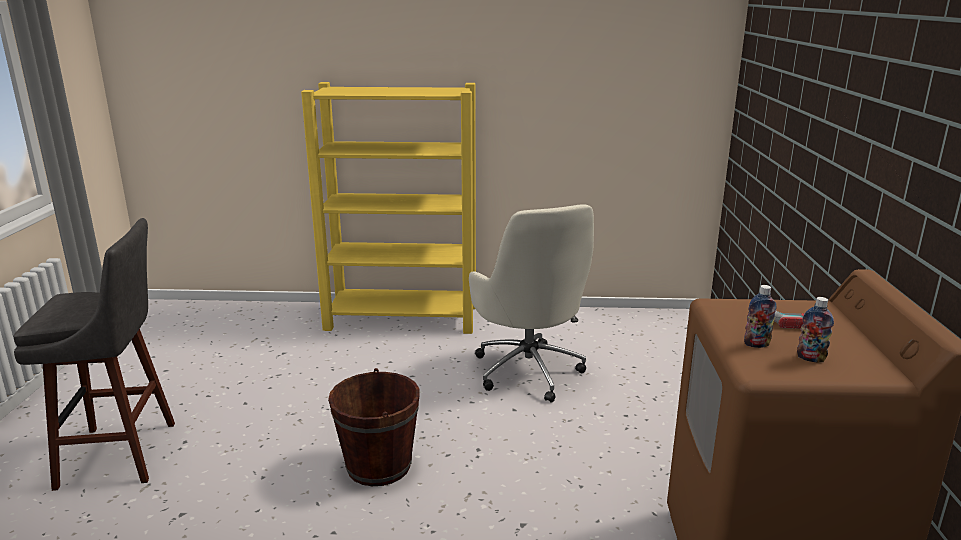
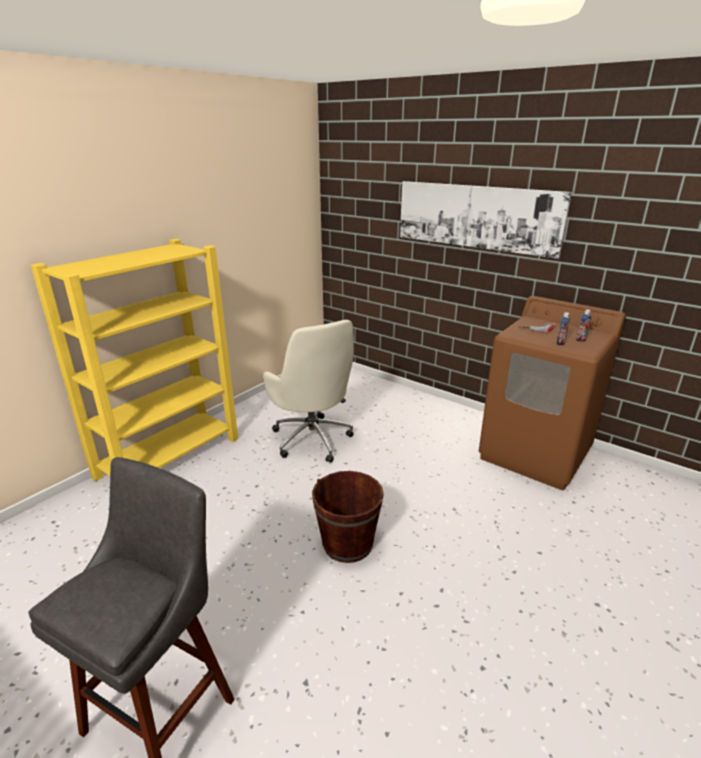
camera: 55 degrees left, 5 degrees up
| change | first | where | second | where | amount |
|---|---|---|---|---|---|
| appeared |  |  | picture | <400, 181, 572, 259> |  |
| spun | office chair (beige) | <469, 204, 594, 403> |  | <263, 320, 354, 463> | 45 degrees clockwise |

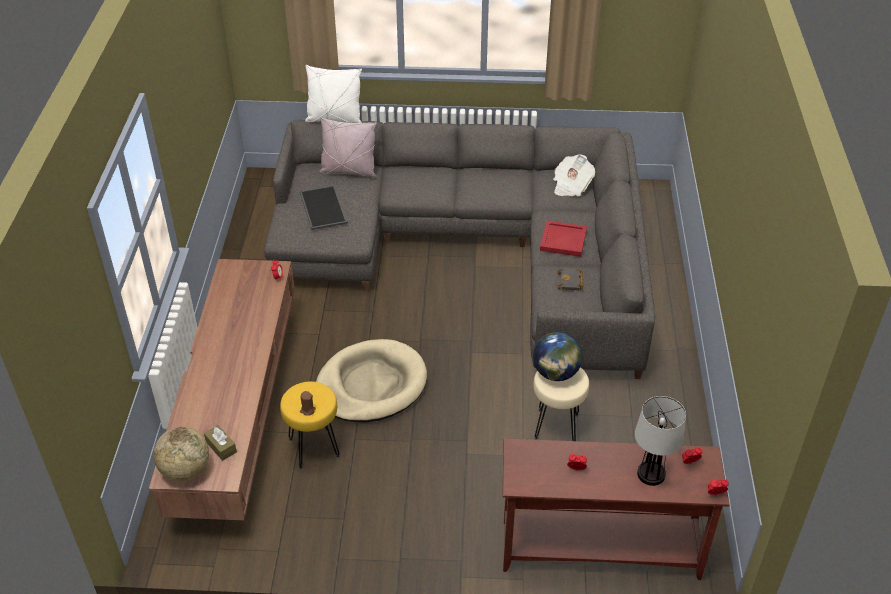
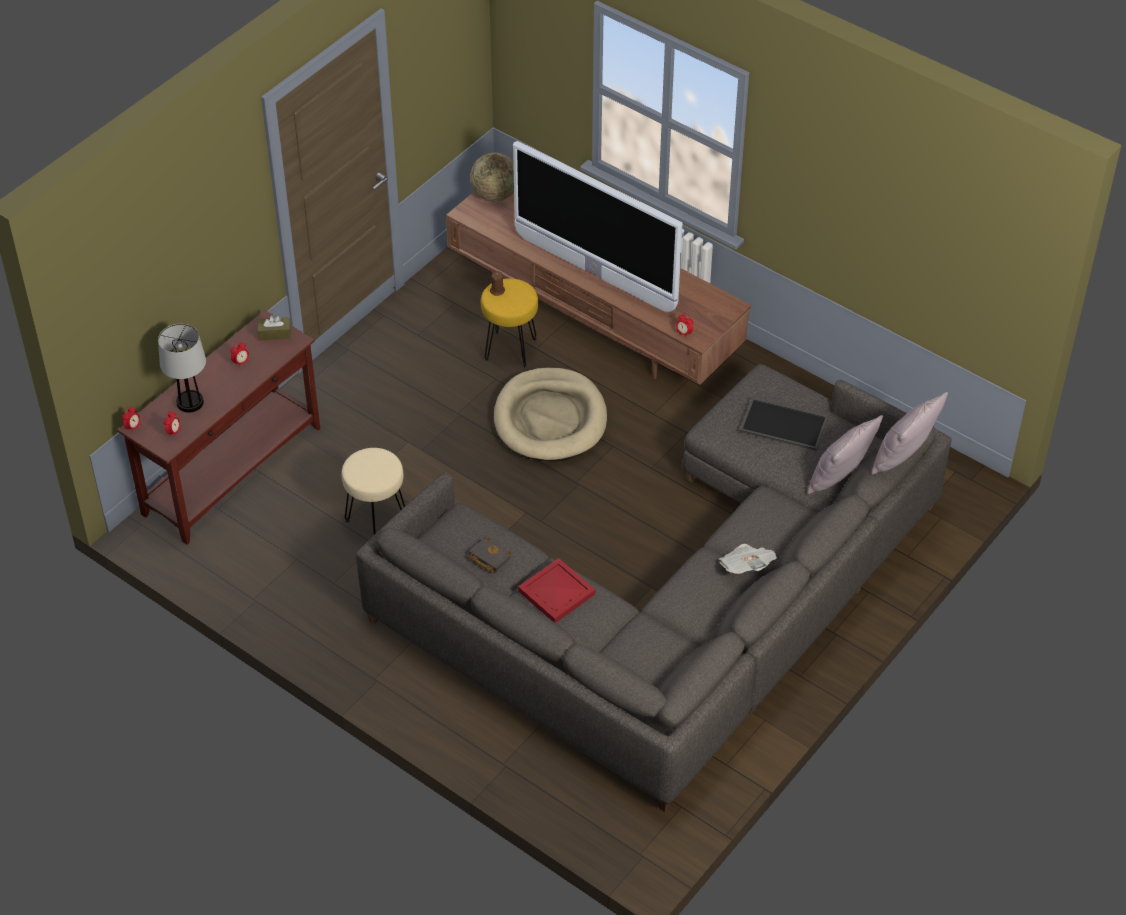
camera: 125 degrees right, 5 degrees up
| change | first | where | second | where | amount |
|---|---|---|---|---|---|
| missing | globe | <533, 332, 583, 381> |  |  |  |
| appeared |  |  | TV | <513, 141, 683, 312> |  |
| relocated | box of tissues (brownish) | <204, 425, 237, 461> |  | <258, 315, 291, 341> |  |
| relocated | printed paper | <553, 154, 595, 196> |  | <719, 544, 777, 574> |  |
| colour | cushion (white) | <305, 65, 362, 123> | cushion (purplish) | <872, 392, 948, 475> |  |

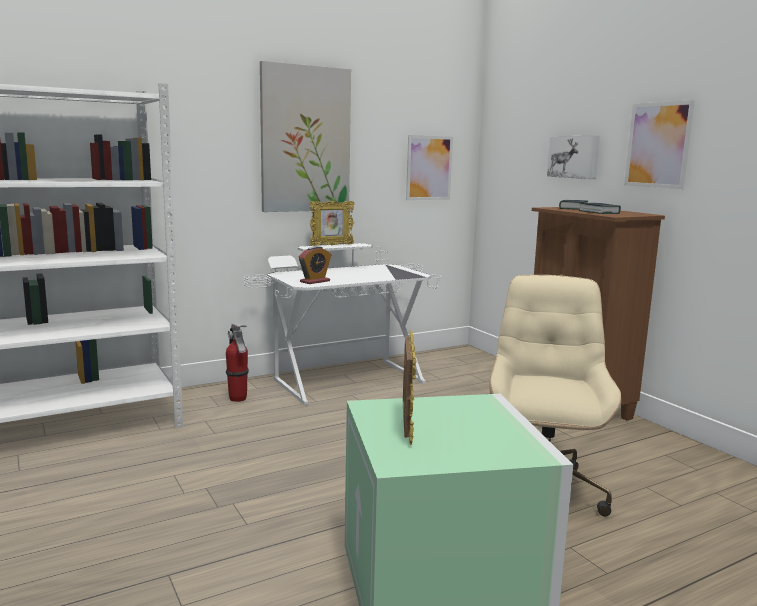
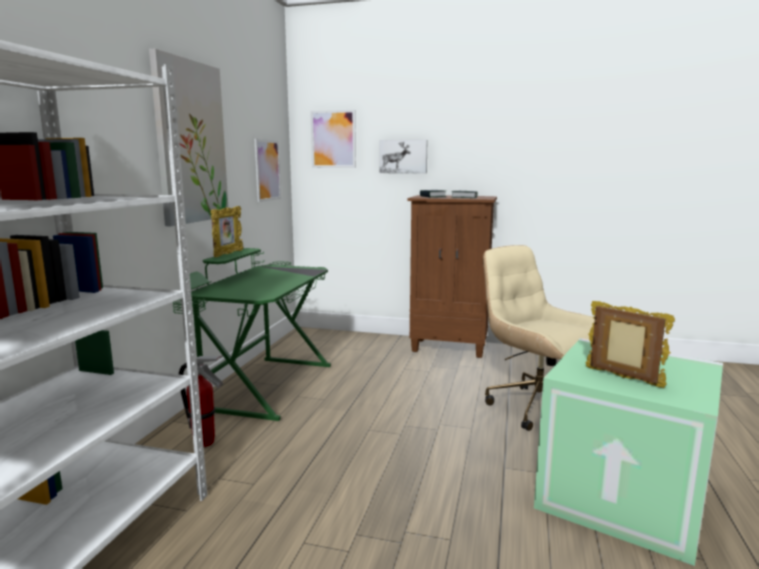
camera: 45 degrees left, 0 degrees up
| change | first | where | second | where | amount |
|---|---|---|---|---|---|
| missing | alarm clock | <299, 246, 331, 284> |  |  |  |
| relocated | picture | <624, 100, 695, 189> |  | <310, 110, 356, 168> |  |
| colour | desk table (white) | <244, 243, 441, 405> | desk table (green) | <172, 248, 331, 421> |  |

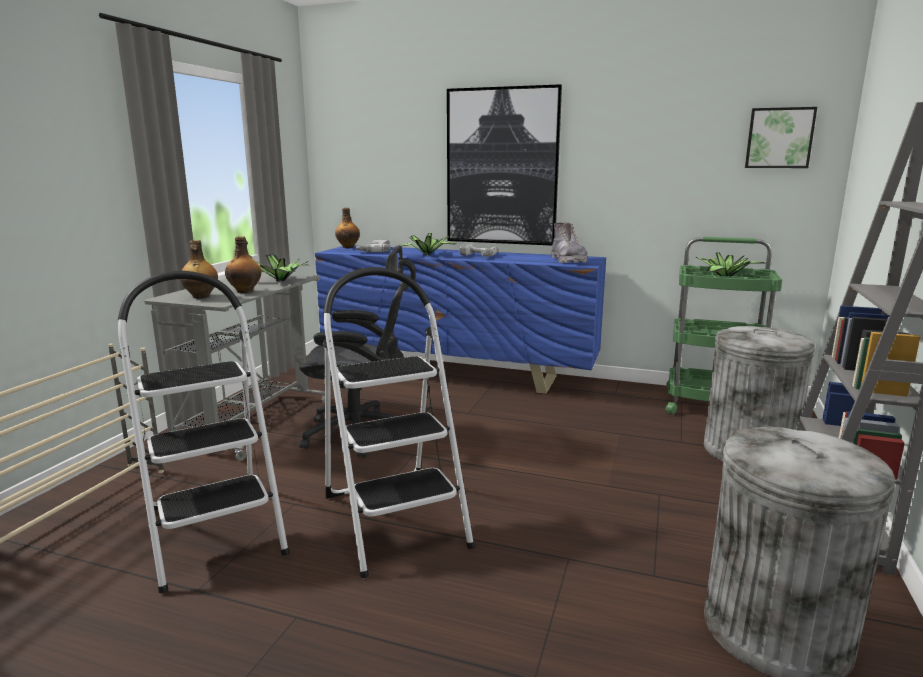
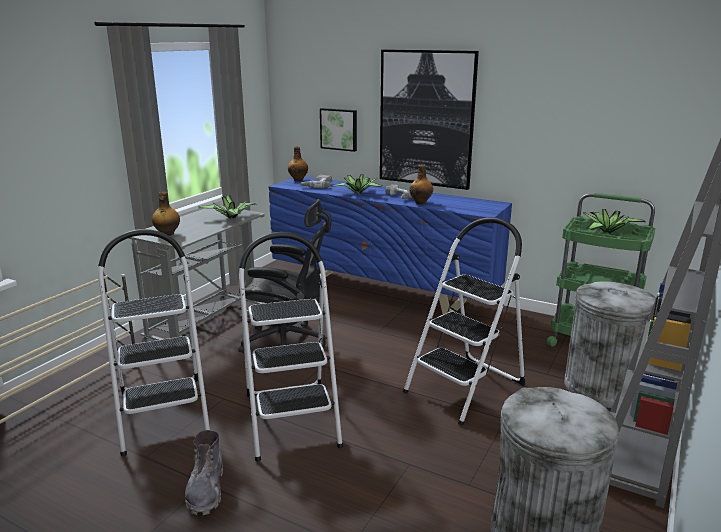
camera: 10 degrees right, 5 degrees up
| change | first | where | second | where | amount |
|---|---|---|---|---|---|
| appeared |  |  | step ladder | <403, 217, 525, 425> |  |
| relocated | bottle | <225, 236, 261, 293> |  | <409, 164, 433, 204> |  |
| relocated | high-top boot (greyish) | <551, 222, 587, 263> |  | <185, 430, 223, 515> |  |
| relocated | picture | <745, 107, 817, 168> |  | <320, 108, 357, 152> |  |

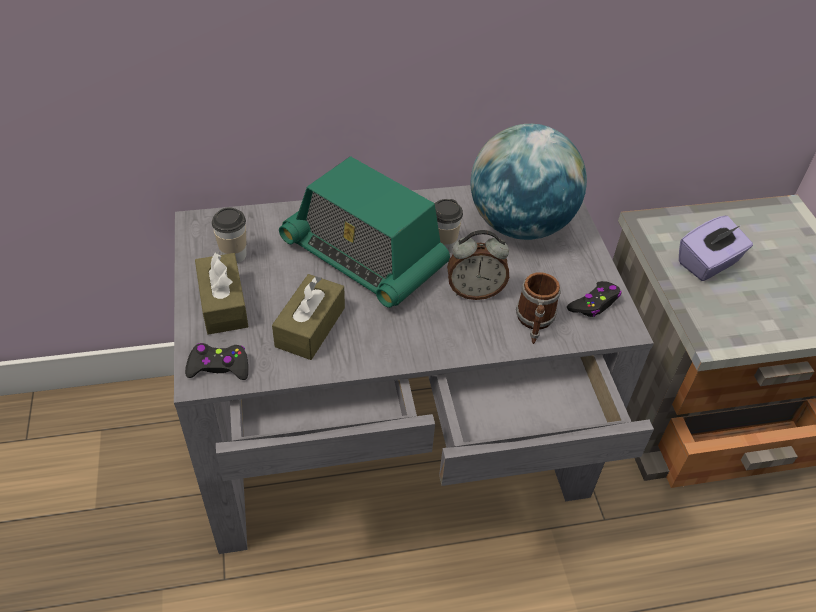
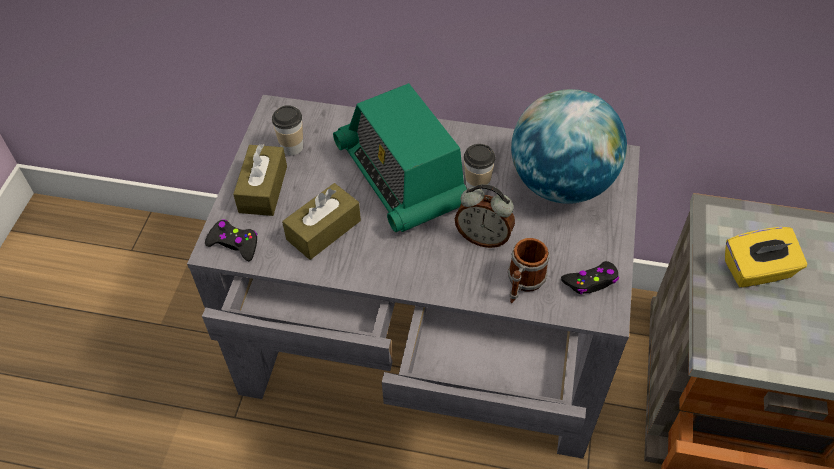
camera: 25 degrees right, 5 degrees up
| change | first | where | second | where | amount |
|---|---|---|---|---|---|
| colour | box of tissues (purplish) | <679, 216, 753, 281> | box of tissues (yellowish) | <725, 227, 807, 288> |  |

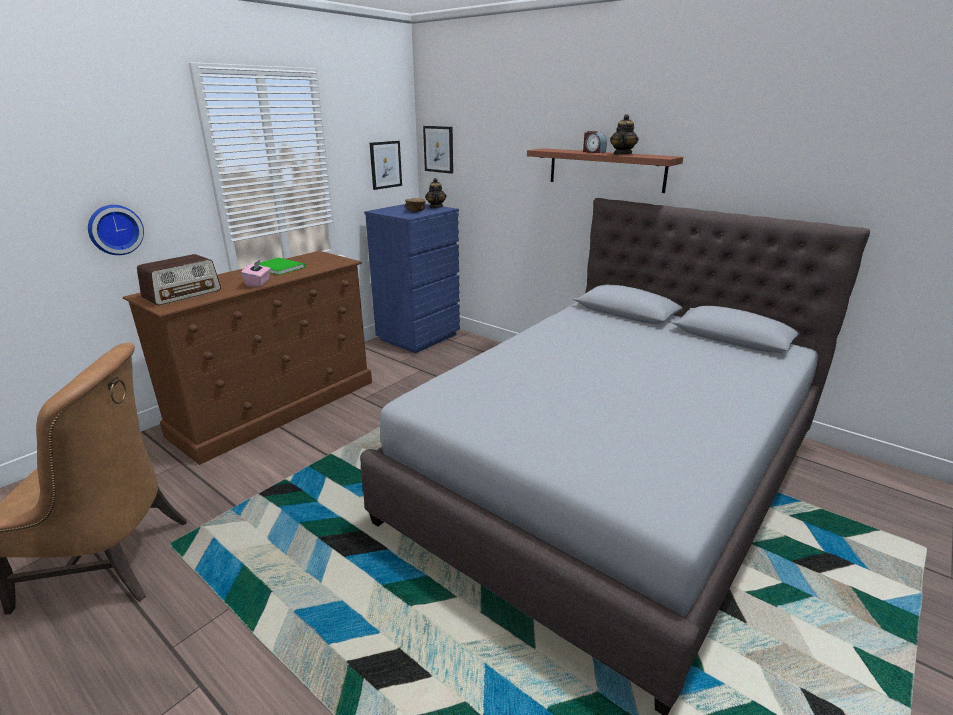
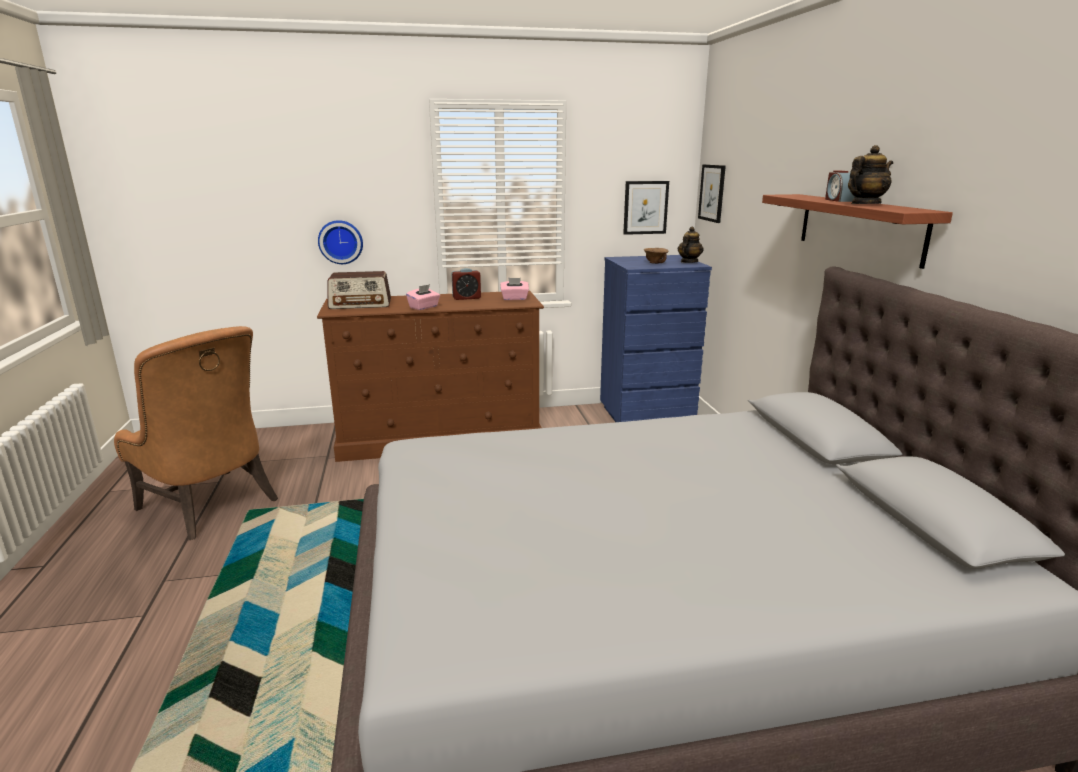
camera: 40 degrees right, 5 degrees down
| change | first | where | second | where | amount |
|---|---|---|---|---|---|
| appeared |  |  | box of tissues (pink) | <500, 278, 529, 300> |  |
| exchanged | volume (green) | <259, 258, 305, 275> | alarm clock | <451, 268, 481, 300> |  |

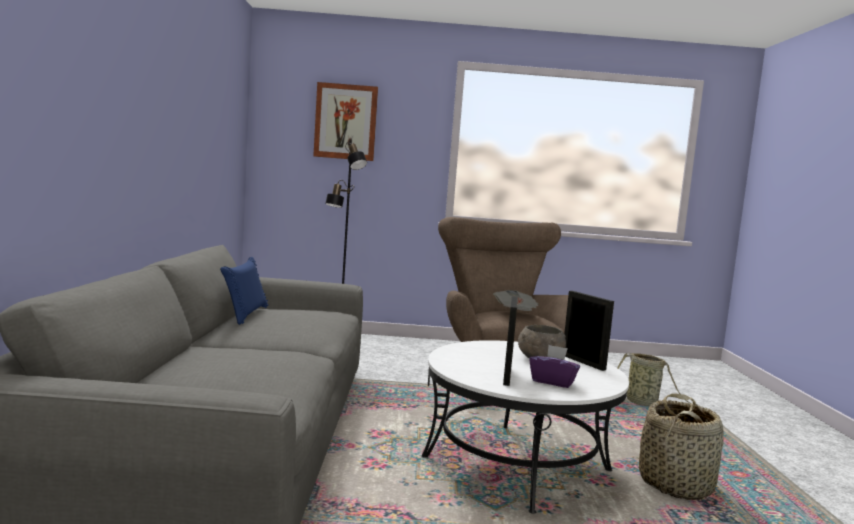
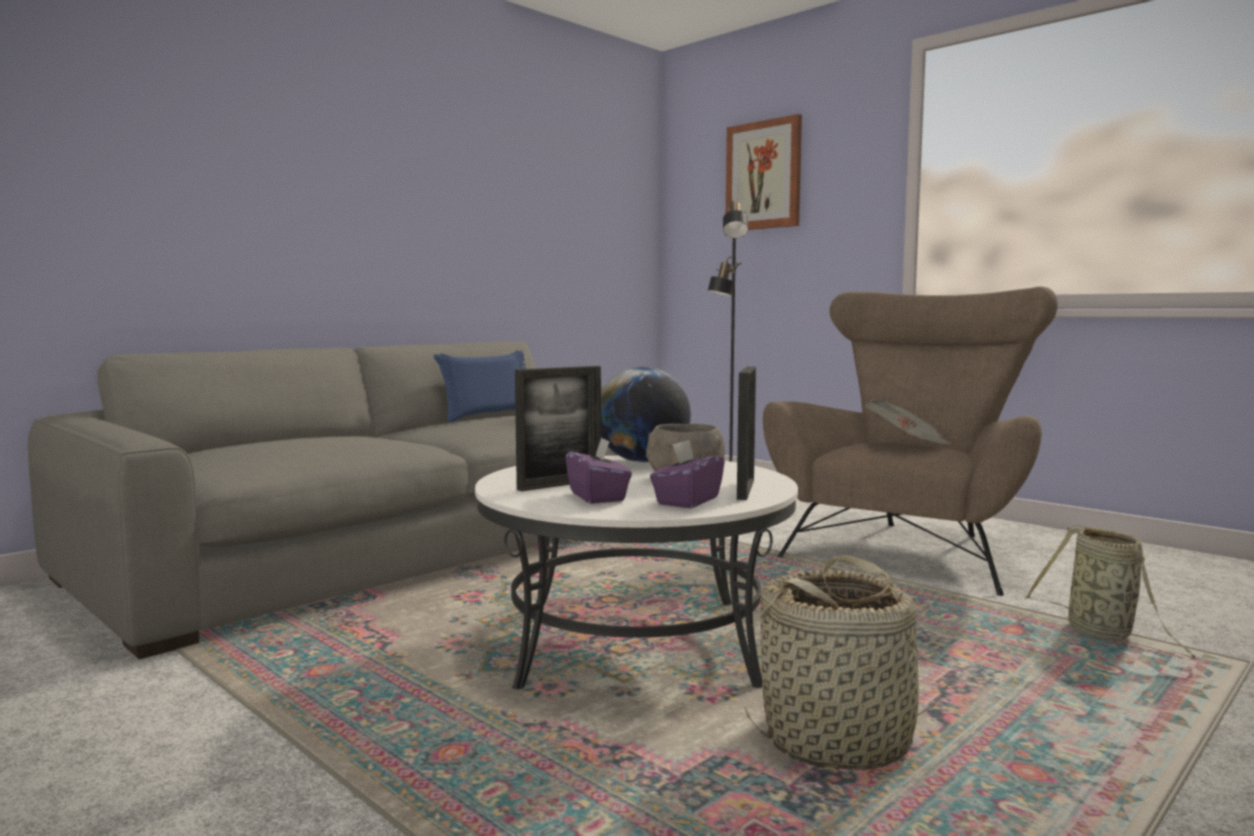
camera: 45 degrees right, 0 degrees up
| change | first | where | second | where | amount |
|---|---|---|---|---|---|
| appeared |  |  | globe | <601, 367, 691, 462> |  |
| appeared |  |  | box of tissues (purplish) | <650, 440, 725, 508> |  |

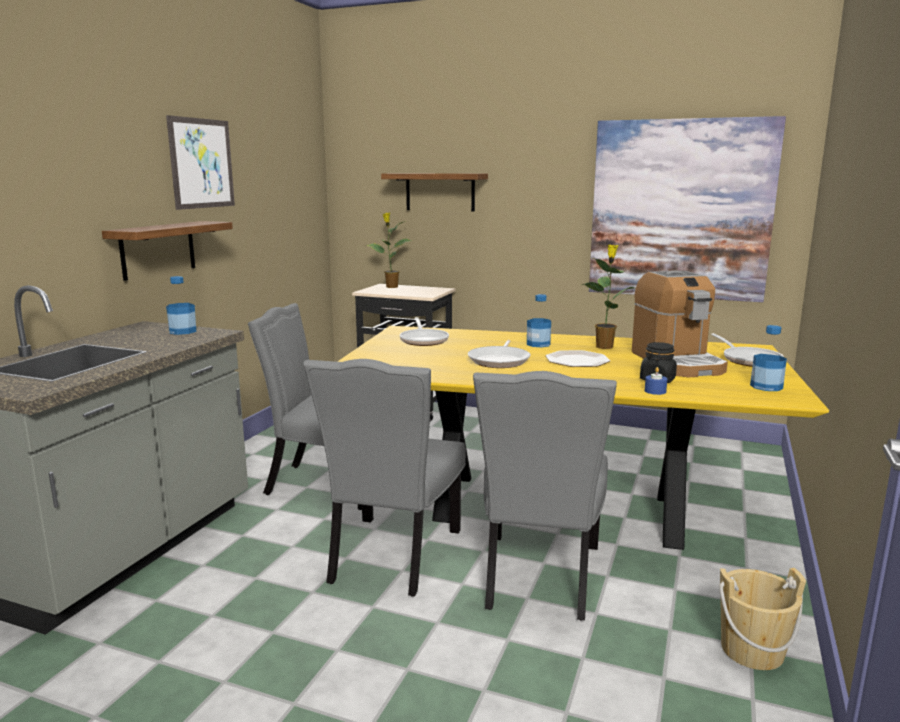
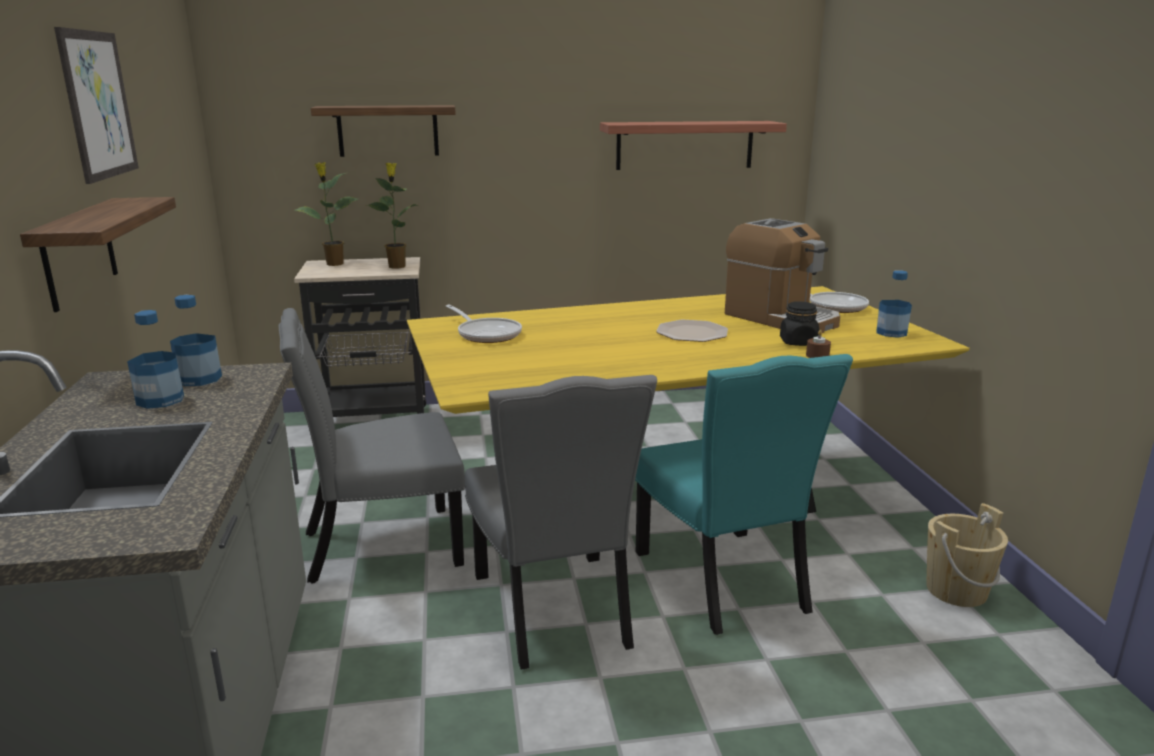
camera: 30 degrees left, 5 degrees up
| change | first | where | second | where | amount |
|---|---|---|---|---|---|
| missing | skillet | <468, 340, 530, 368> |  |  |  |
| relocated | bottle | <527, 294, 551, 347> |  | <127, 310, 184, 409> |  |
| relocated | potted plant | <580, 244, 634, 349> |  | <365, 163, 417, 269> |  |
| exchanged | picture | <589, 116, 786, 302> | shelf | <600, 121, 787, 170> |  |
| colour | upright chair (greyish) | <473, 371, 617, 621> | upright chair (blue-green) | <635, 354, 853, 635> |  |
| colour | wax light (blue) | <645, 367, 667, 395> | wax light (brownish) | <806, 330, 831, 358> |  |

